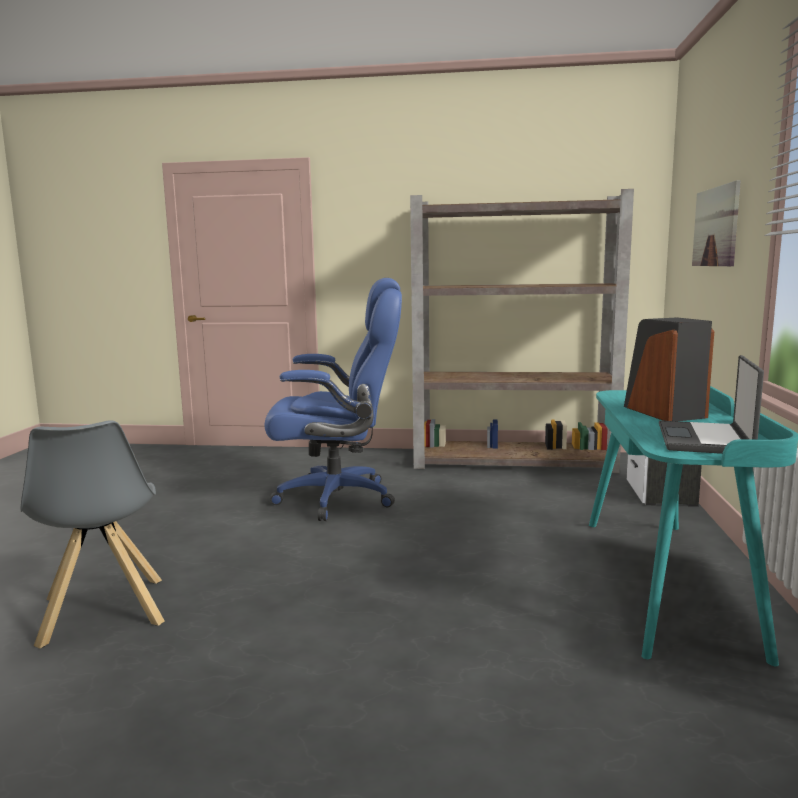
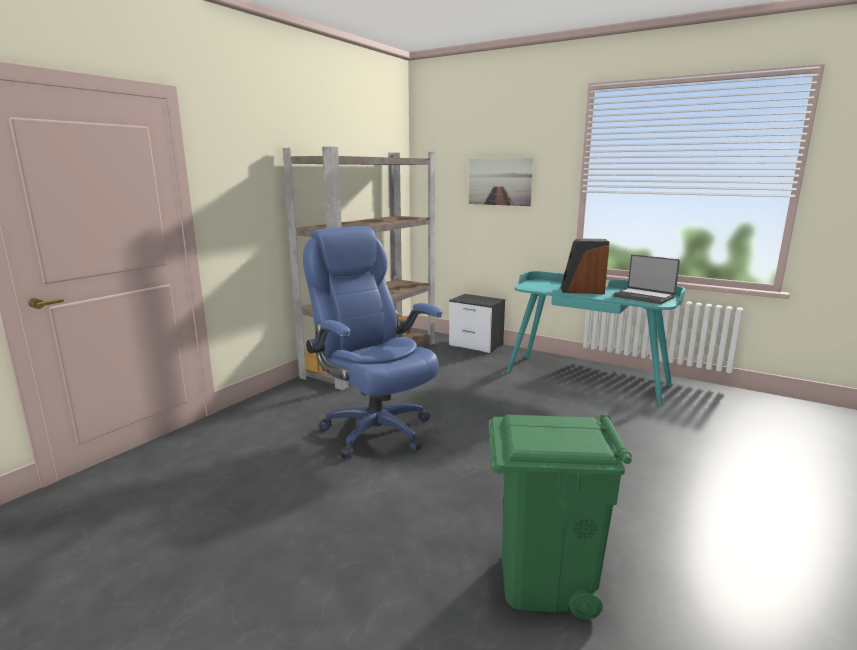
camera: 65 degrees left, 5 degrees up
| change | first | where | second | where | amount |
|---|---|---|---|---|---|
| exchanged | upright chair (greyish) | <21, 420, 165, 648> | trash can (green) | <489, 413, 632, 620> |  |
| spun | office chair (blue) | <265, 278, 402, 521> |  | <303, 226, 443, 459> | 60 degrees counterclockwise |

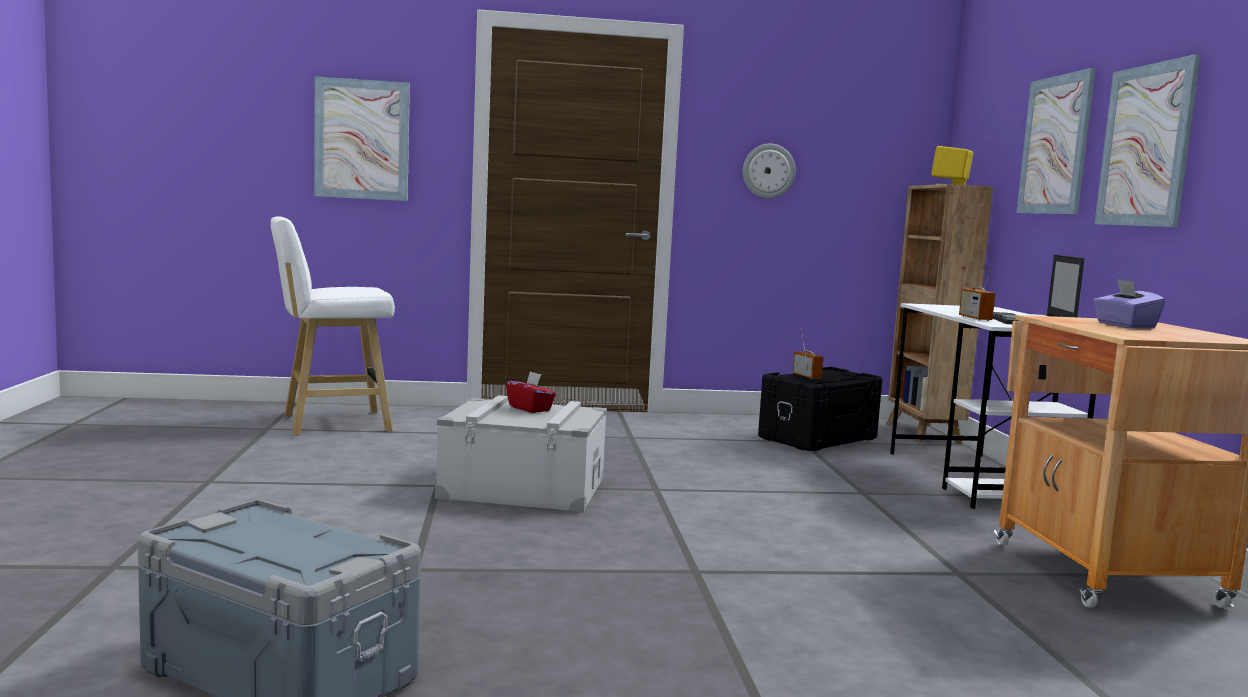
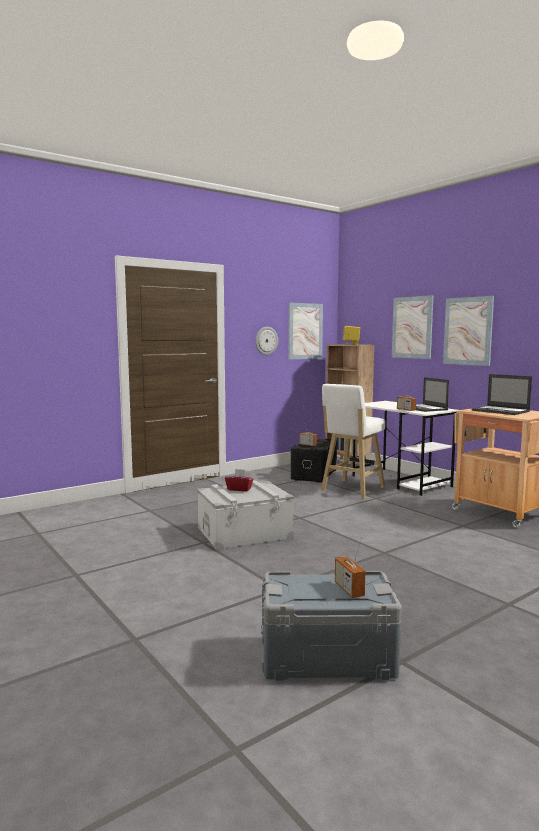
camera: 30 degrees left, 0 degrees up
| change | first | where | second | where | amount |
|---|---|---|---|---|---|
| appeared |  |  | radio set | <335, 537, 365, 598> |  |
| relocated | stool seat (white) | <271, 216, 395, 437> |  | <321, 384, 385, 499> |  |
| relocated | picture | <314, 77, 410, 201> |  | <289, 303, 323, 360> |  |
| exchanged | box of tissues (purplish) | <1093, 279, 1166, 329> | laptop | <472, 374, 532, 415> |  |

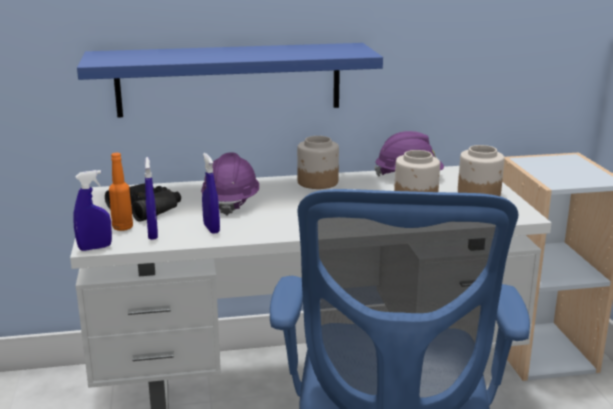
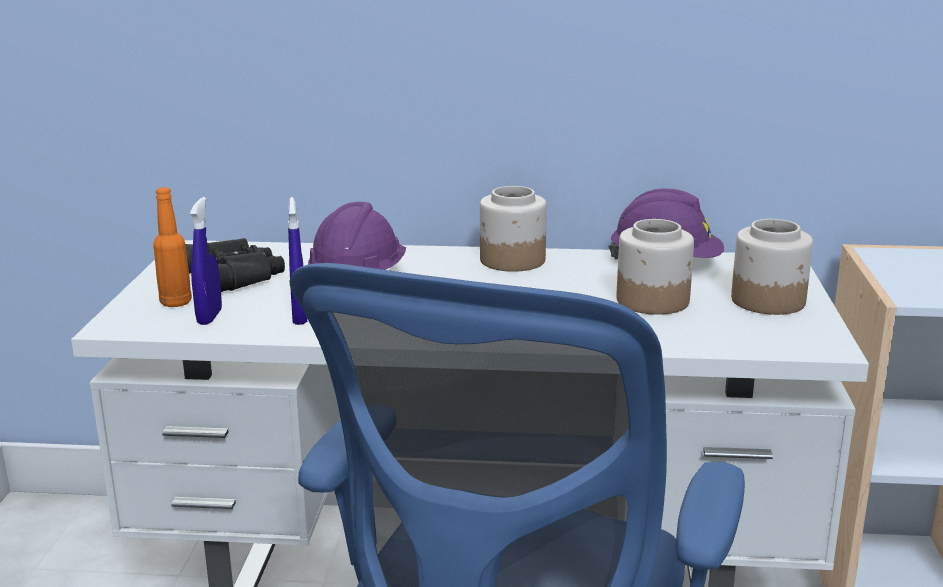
camera: 15 degrees right, 0 degrees up
| change | first | where | second | where | amount |
|---|---|---|---|---|---|
| missing | spray bottle (blue) | <73, 170, 112, 251> |  |  |  |
| missing | shelf (blue) | <77, 43, 383, 118> |  |  |  |

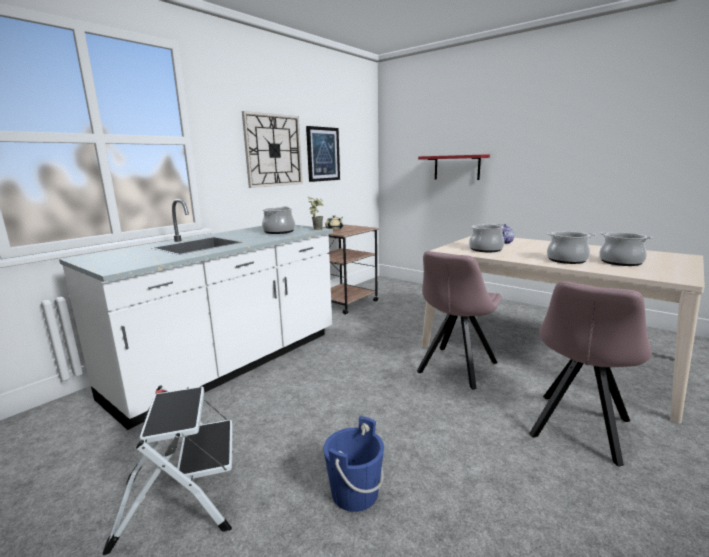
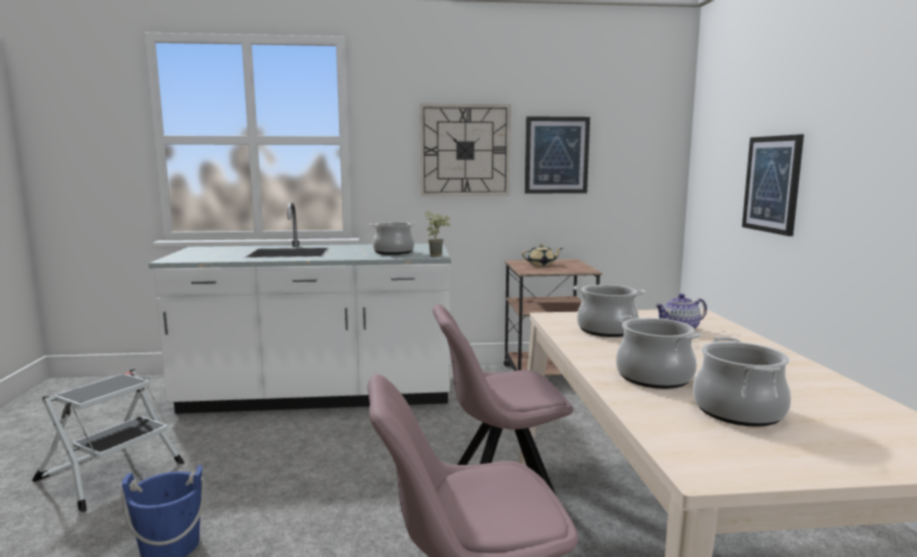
camera: 45 degrees right, 5 degrees down
| change | first | where | second | where | amount |
|---|---|---|---|---|---|
| exchanged | shelf (red) | <418, 155, 490, 180> | picture | <742, 134, 804, 236> |  |

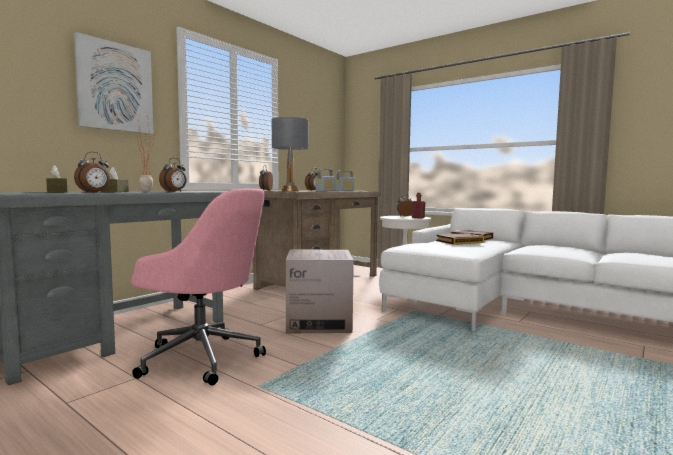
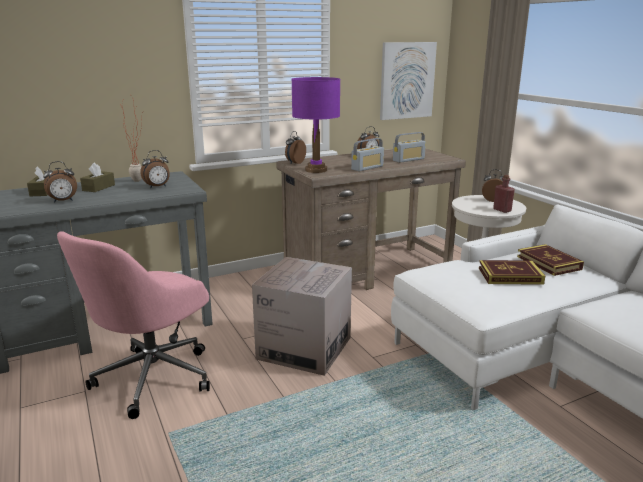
camera: 25 degrees right, 15 degrees up
| change | first | where | second | where | amount |
|---|---|---|---|---|---|
| relocated | picture | <74, 32, 154, 134> |  | <380, 42, 437, 120> |  |
| colour | lamp for a table (greyish) | <271, 117, 309, 191> | lamp for a table (purplish) | <291, 77, 340, 173> |  |
| spun | office chair (pink) | <131, 189, 266, 385> |  | <57, 231, 210, 419> | 75 degrees clockwise |

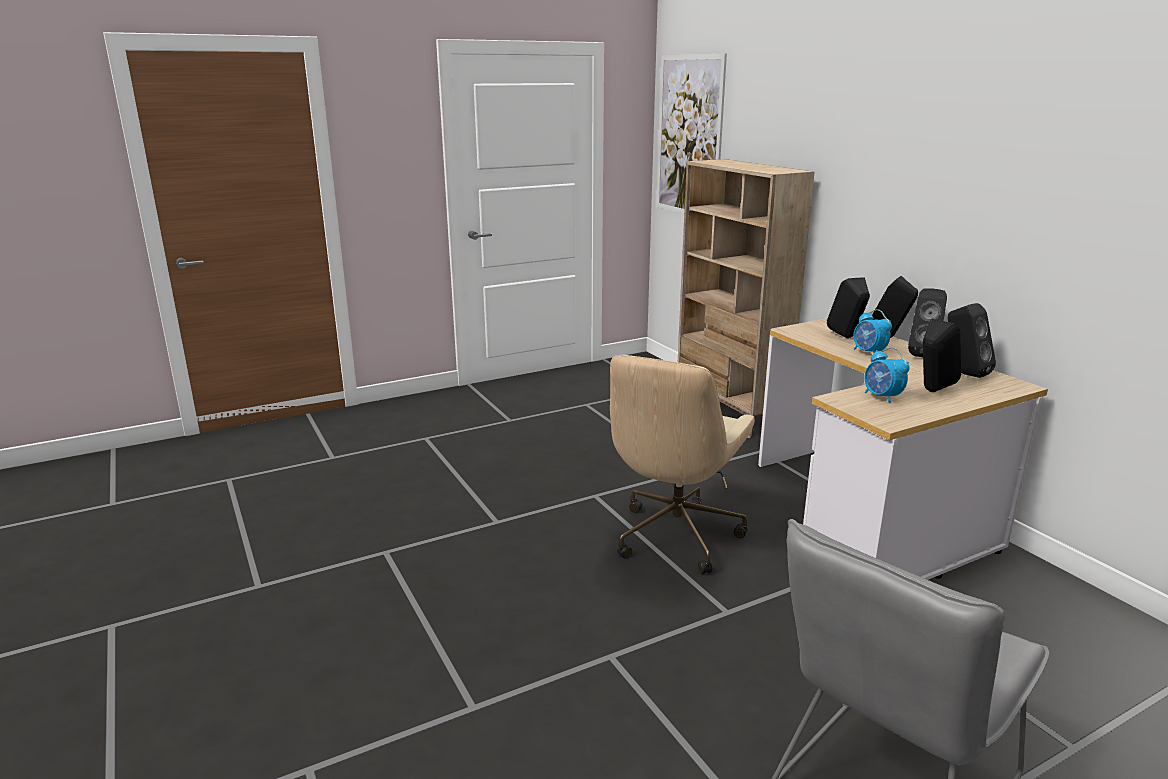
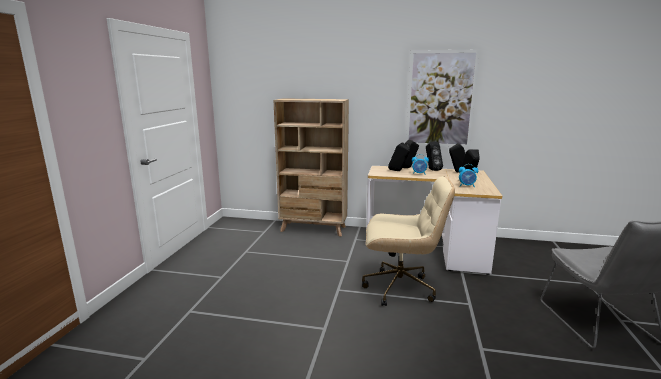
camera: 50 degrees left, 5 degrees down
| change | first | where | second | where | amount |
|---|---|---|---|---|---|
| relocated | picture | <656, 53, 727, 213> |  | <406, 50, 480, 147> |  |
| spun | office chair (beige) | <610, 355, 755, 574> |  | <362, 176, 455, 306> | 60 degrees counterclockwise |

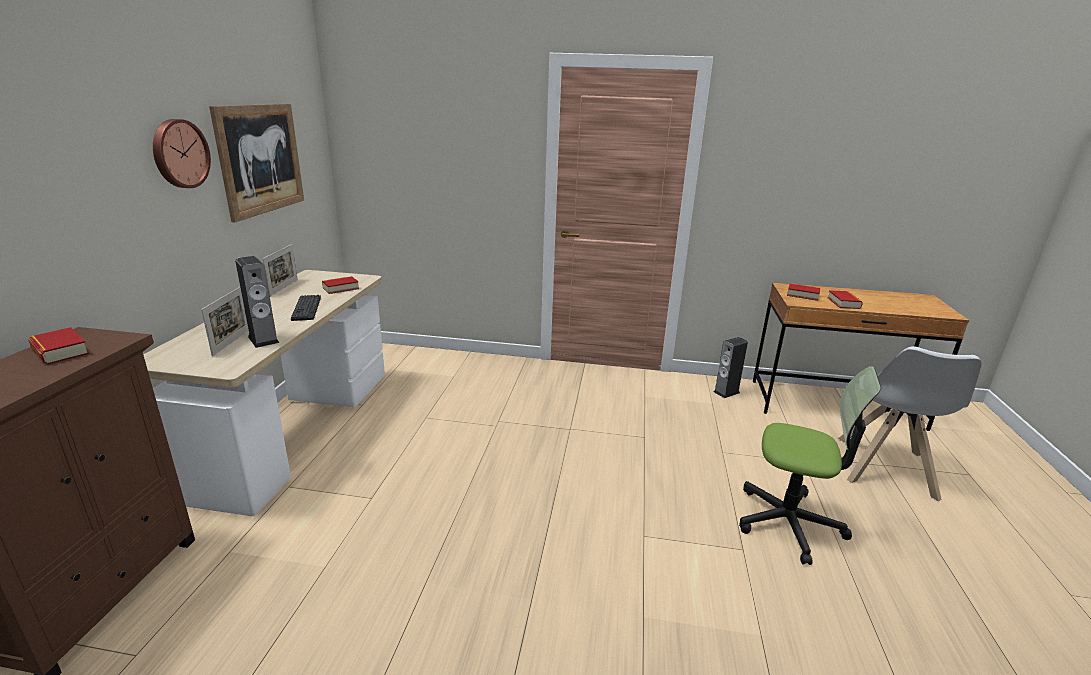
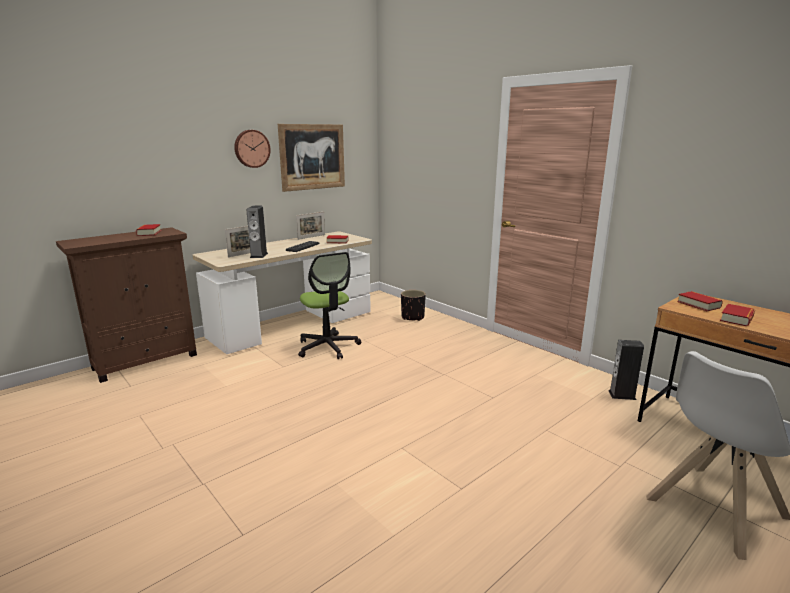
camera: 40 degrees right, 5 degrees down
| change | first | where | second | where | amount |
|---|---|---|---|---|---|
| appeared |  |  | flower pot (black) | <401, 290, 426, 321> |  |
| relocated | office chair | <739, 366, 881, 565> |  | <298, 252, 361, 359> |  |

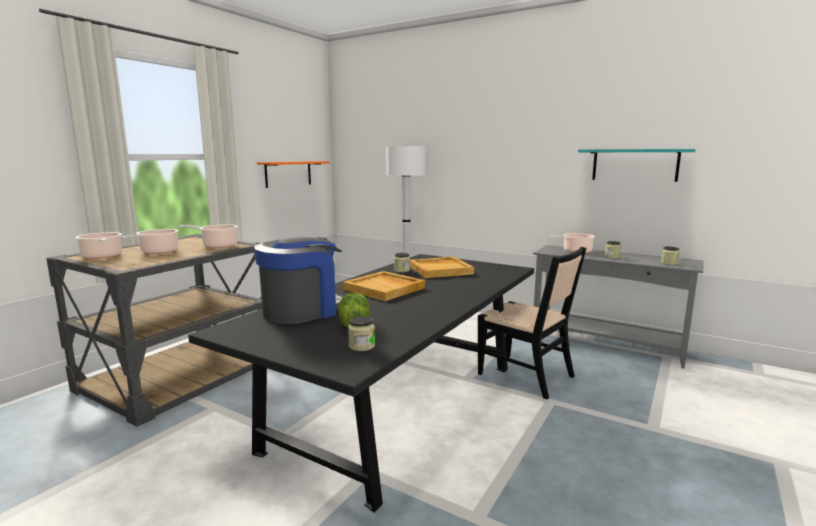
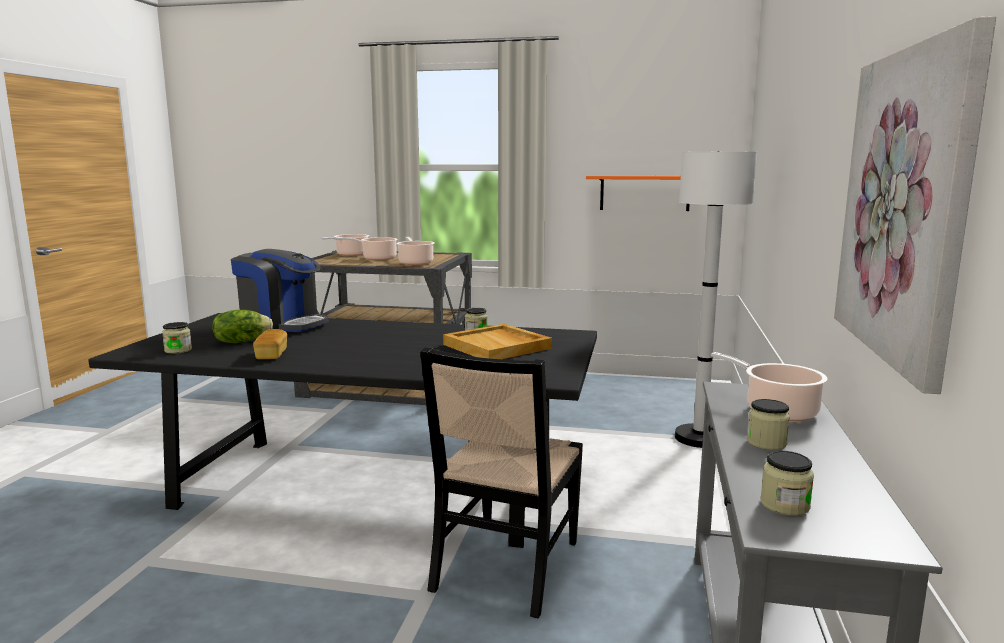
camera: 70 degrees right, 0 degrees up
| change | first | where | second | where | amount |
|---|---|---|---|---|---|
| missing | carrying tray (beige) | <343, 271, 425, 301> |  |  |  |
| appeared |  |  | baked bread | <253, 329, 287, 359> |  |
| exchanged | shelf (blue-green) | <578, 149, 696, 182> | picture | <834, 16, 996, 394> |  |

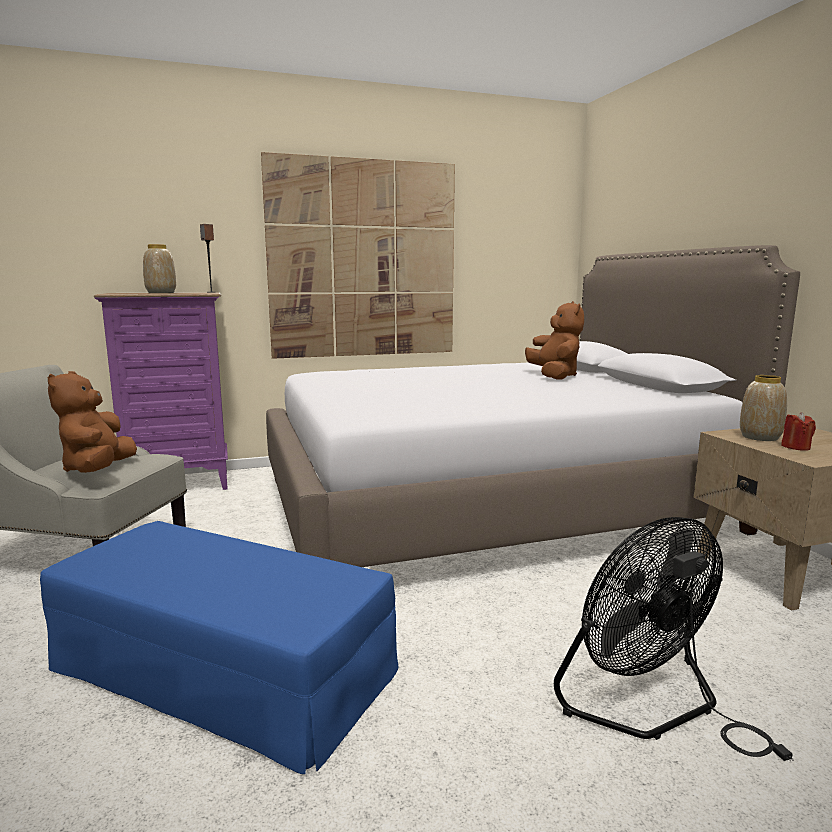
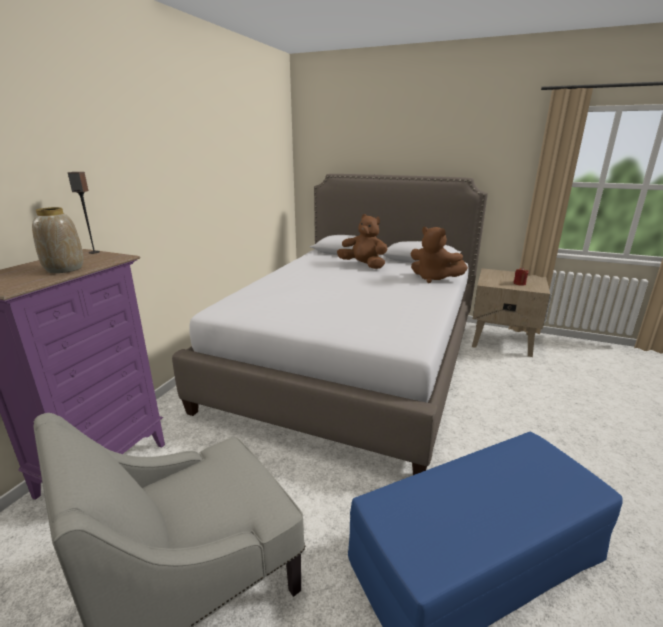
camera: 50 degrees left, 10 degrees up
| change | first | where | second | where | amount |
|---|---|---|---|---|---|
| missing | picture | <261, 152, 455, 359> |  |  |  |
| missing | electric fan (black) | <554, 517, 794, 761> |  |  |  |
| missing | flower vase | <740, 375, 787, 441> |  |  |  |
| relocated | cuddly toy (brownish) | <48, 371, 137, 473> |  | <411, 227, 468, 283> |  |

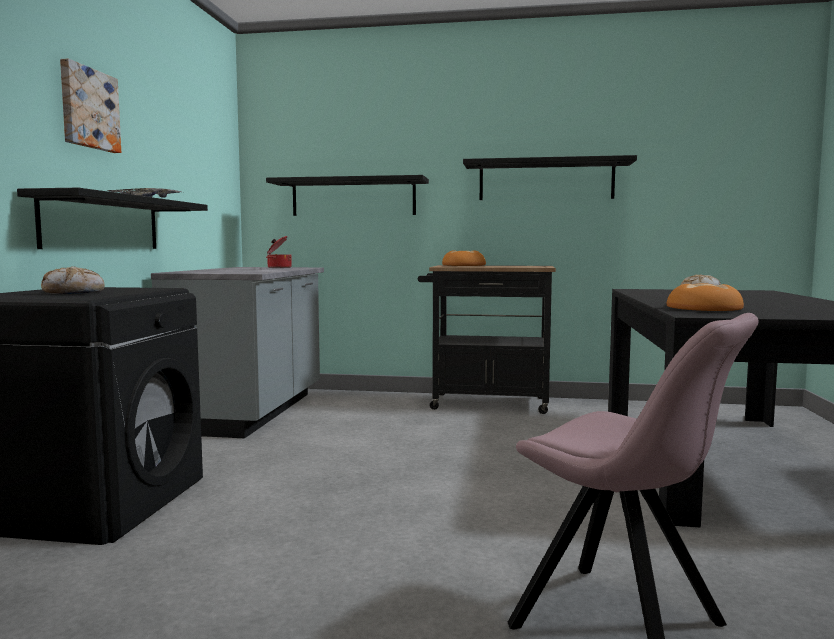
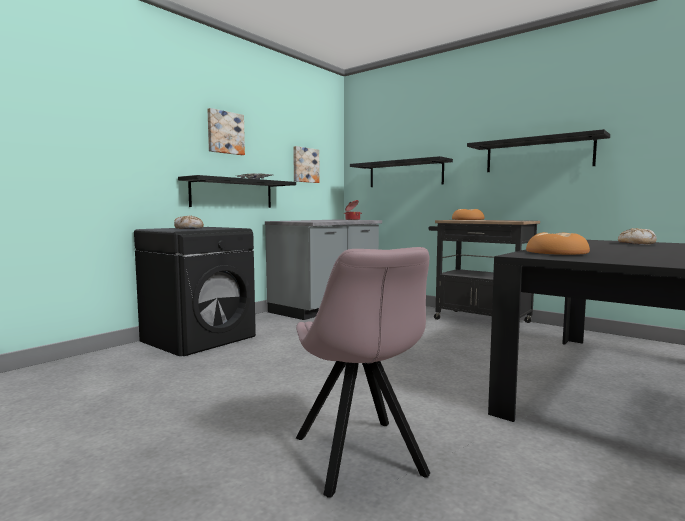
camera: 30 degrees right, 0 degrees up
| change | first | where | second | where | amount |
|---|---|---|---|---|---|
| appeared |  |  | picture | <293, 146, 319, 183> |  |

